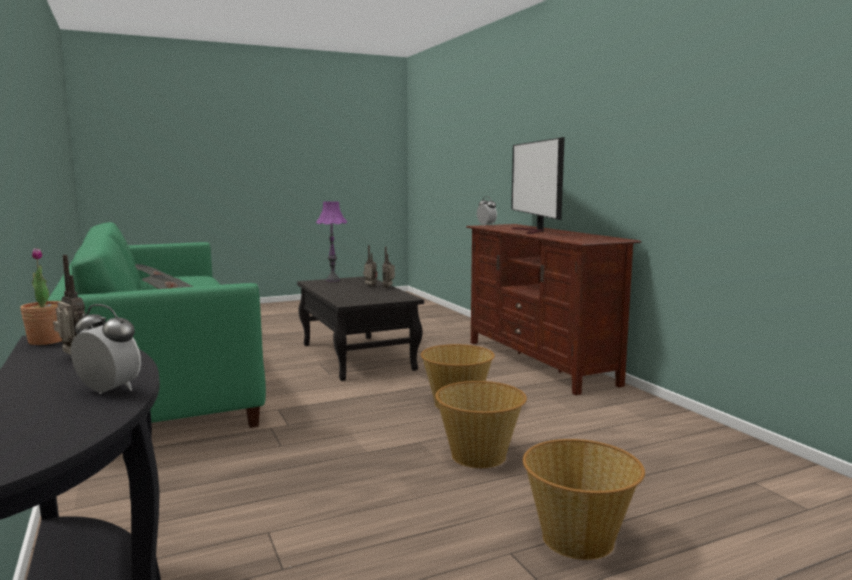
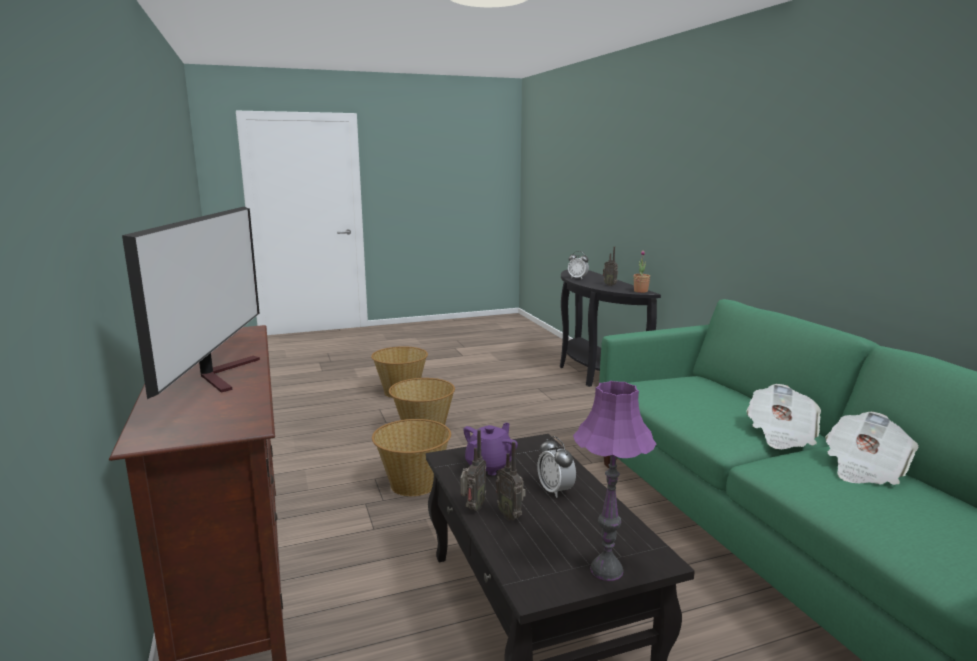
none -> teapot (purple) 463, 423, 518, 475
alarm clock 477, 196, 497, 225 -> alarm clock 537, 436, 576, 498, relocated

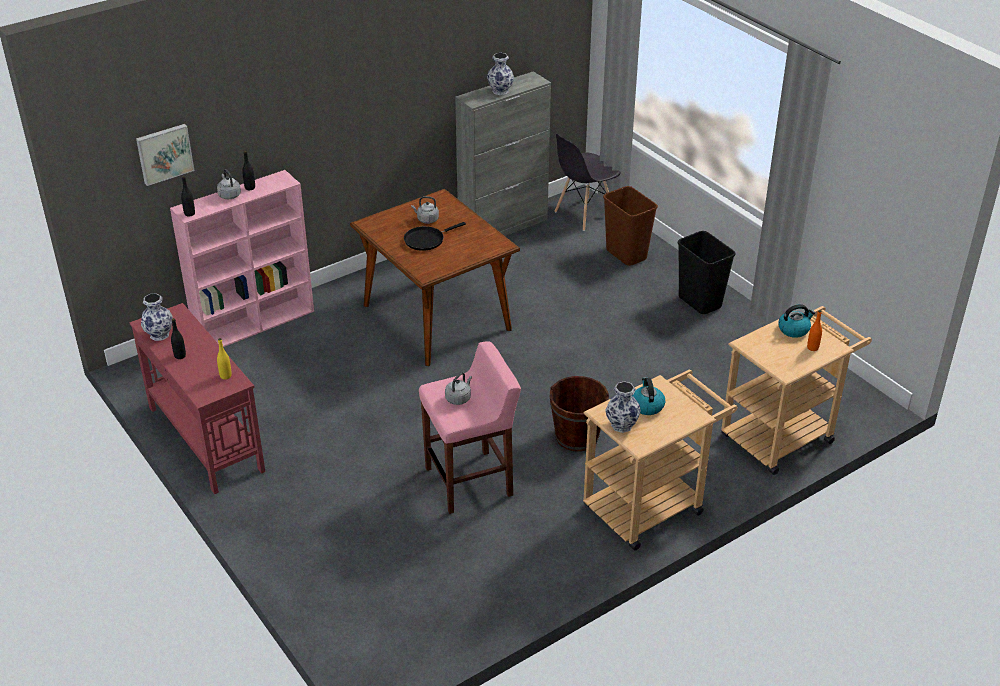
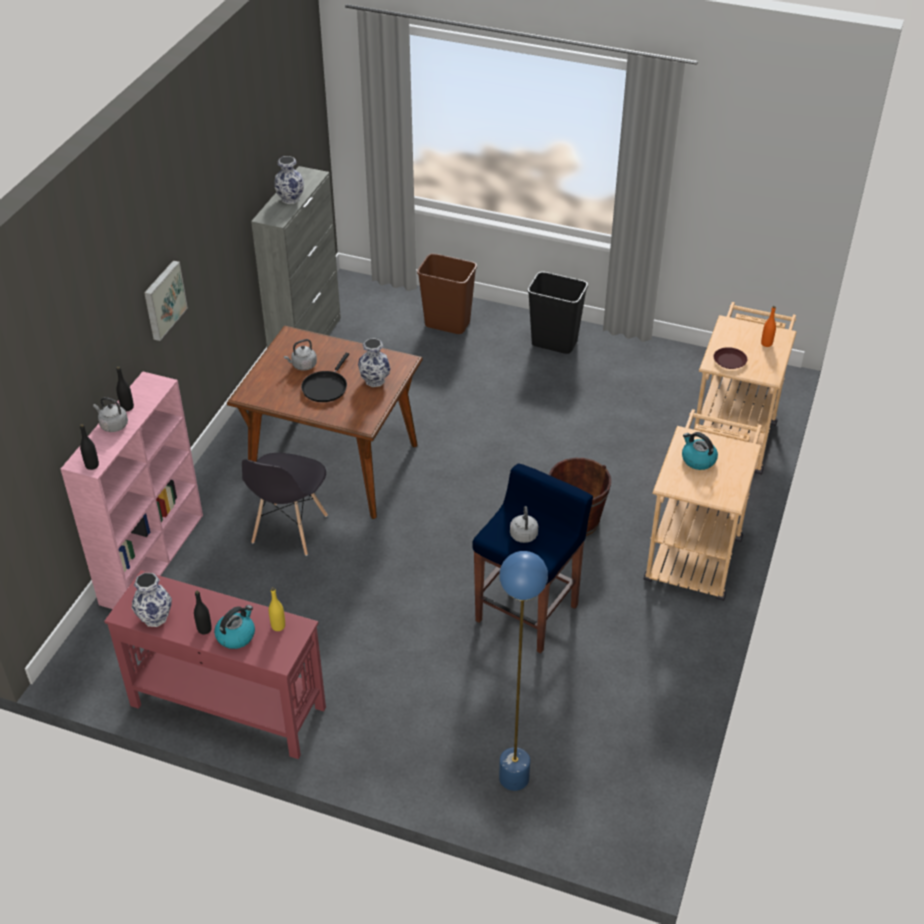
none -> floor lamp (blue) 499, 551, 548, 791
none -> plate (brown) 713, 347, 747, 369
picture 136, 124, 194, 186 -> picture 144, 260, 188, 341, relocated
chair (grey) 555, 134, 620, 231 -> chair (grey) 242, 453, 328, 556, relocated
vase 605, 381, 641, 433 -> vase 358, 338, 390, 387, relocated
kettle 778, 304, 815, 338 -> kettle 214, 605, 255, 649, relocated
stool (pink) 419, 342, 521, 514 -> stool (blue) 472, 464, 593, 653

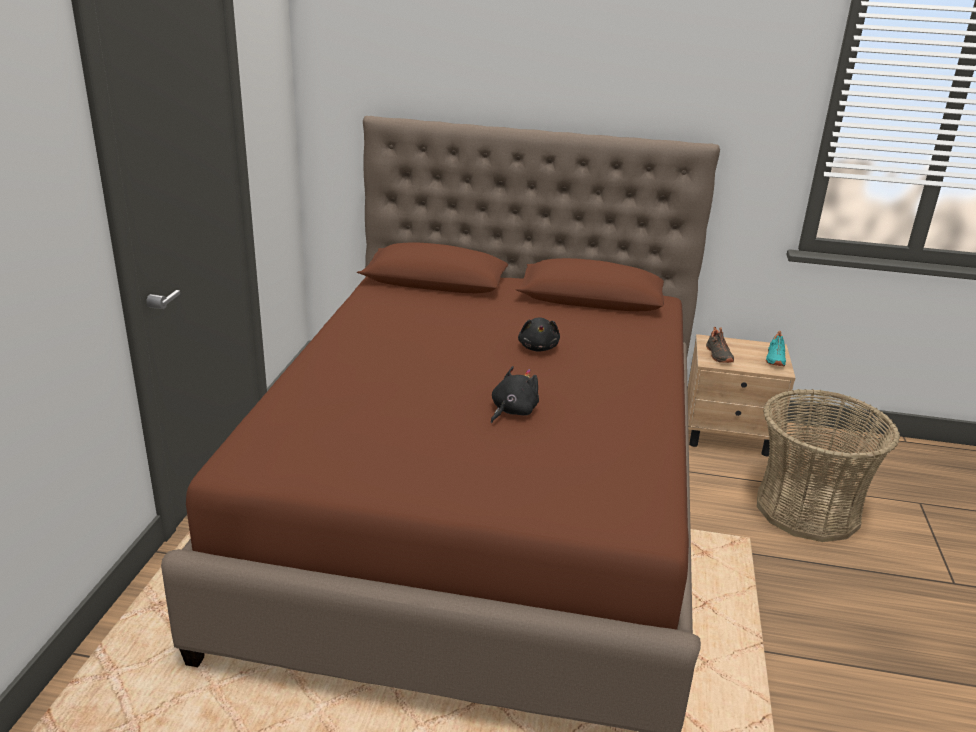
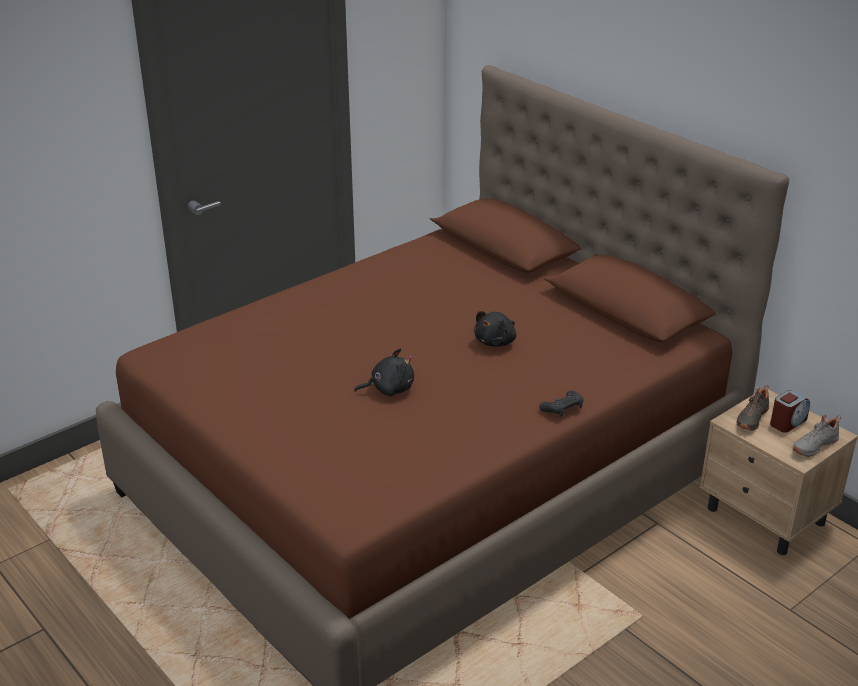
basket 757, 389, 900, 542 -> none
none -> game controller (black) 539, 390, 584, 416
none -> alarm clock 770, 390, 810, 433
shoe (turquoise) 766, 331, 786, 366 -> shoe (grey) 793, 414, 841, 457

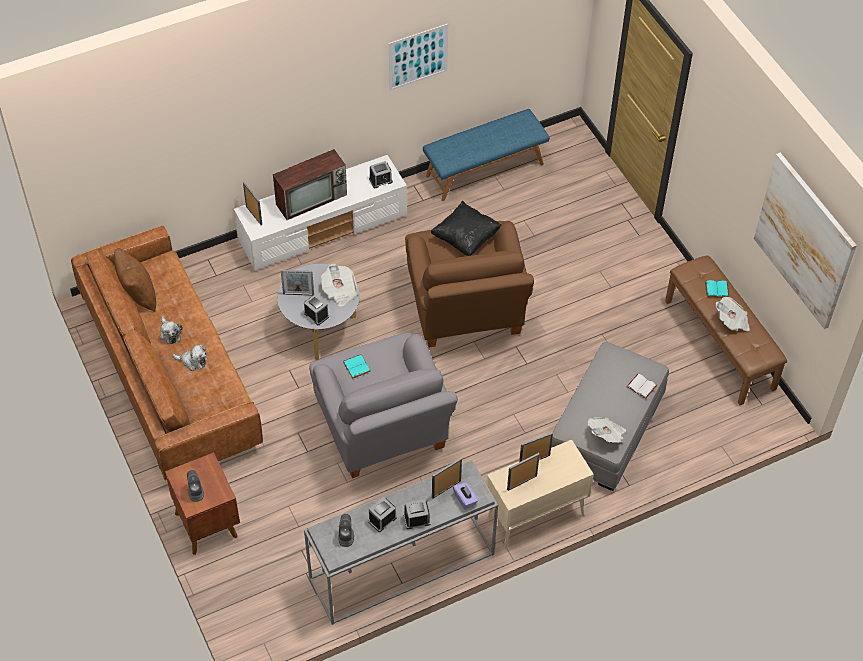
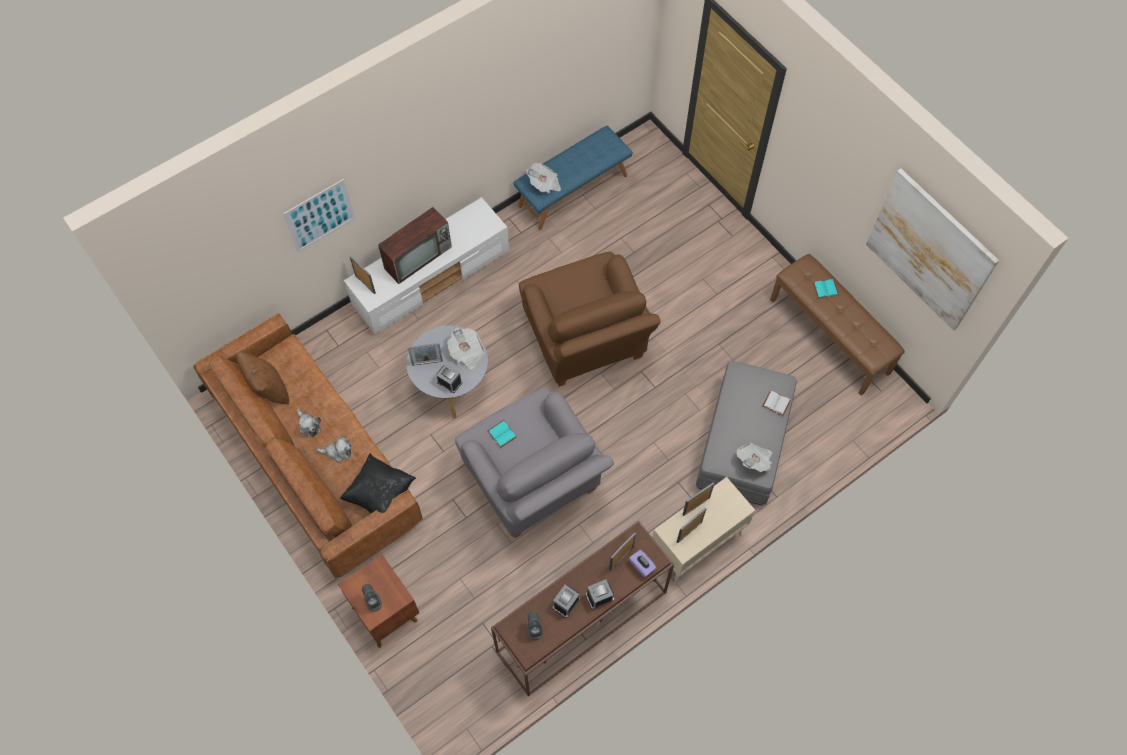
alarm clock 369, 161, 393, 188 -> none
picture 389, 24, 448, 91 -> picture 283, 179, 355, 252, relocated
pillow (black) 430, 201, 501, 256 -> pillow (black) 340, 453, 416, 513, relocated
newspaper 716, 297, 750, 331 -> newspaper 527, 163, 561, 193, relocated
console table (grey) 304, 460, 498, 625 -> console table (brown) 491, 521, 674, 696

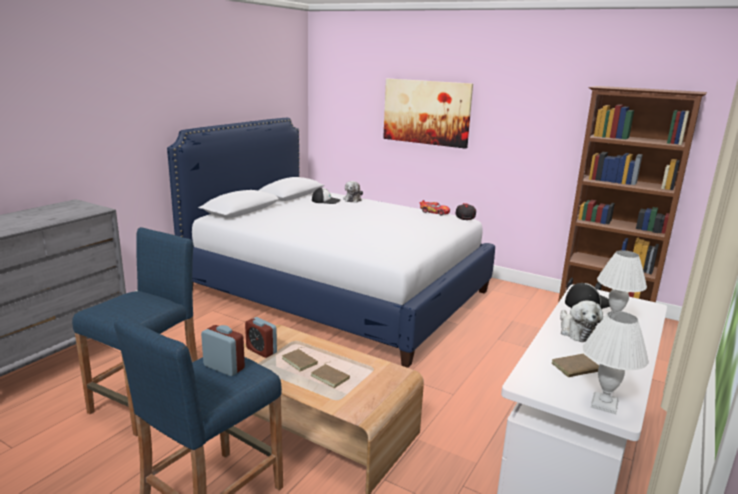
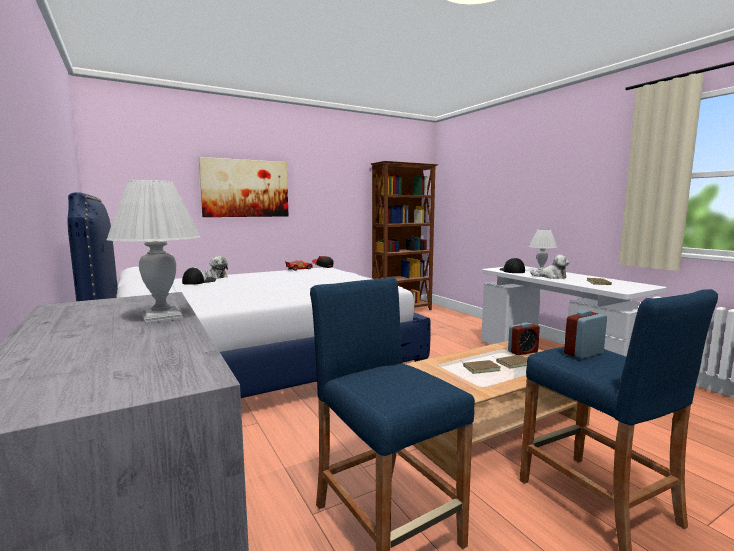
alarm clock 245, 317, 277, 358 -> alarm clock 508, 322, 540, 355, relocated
table lamp (white) 583, 311, 649, 414 -> table lamp (white) 106, 180, 200, 324, relocated

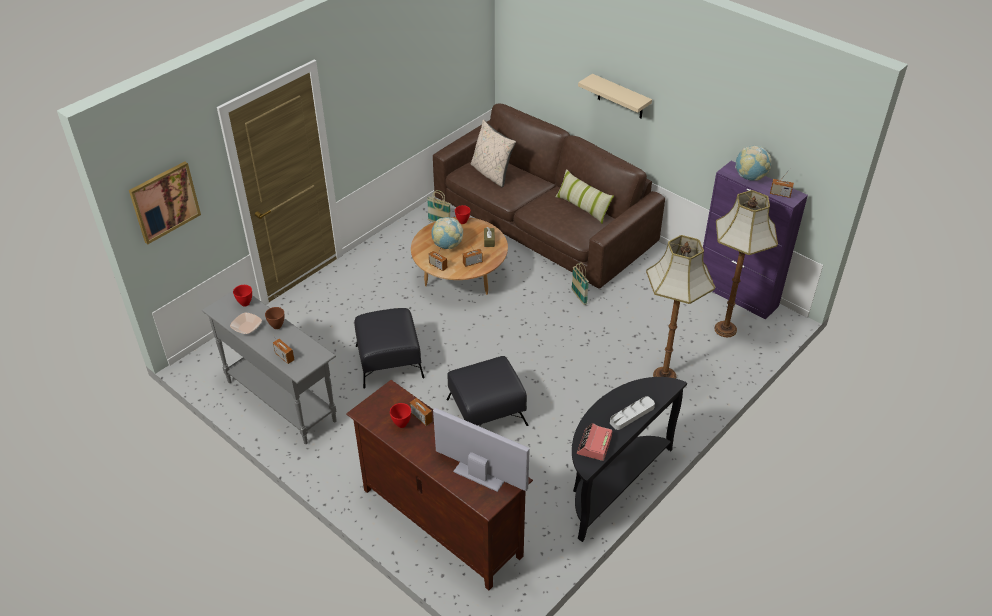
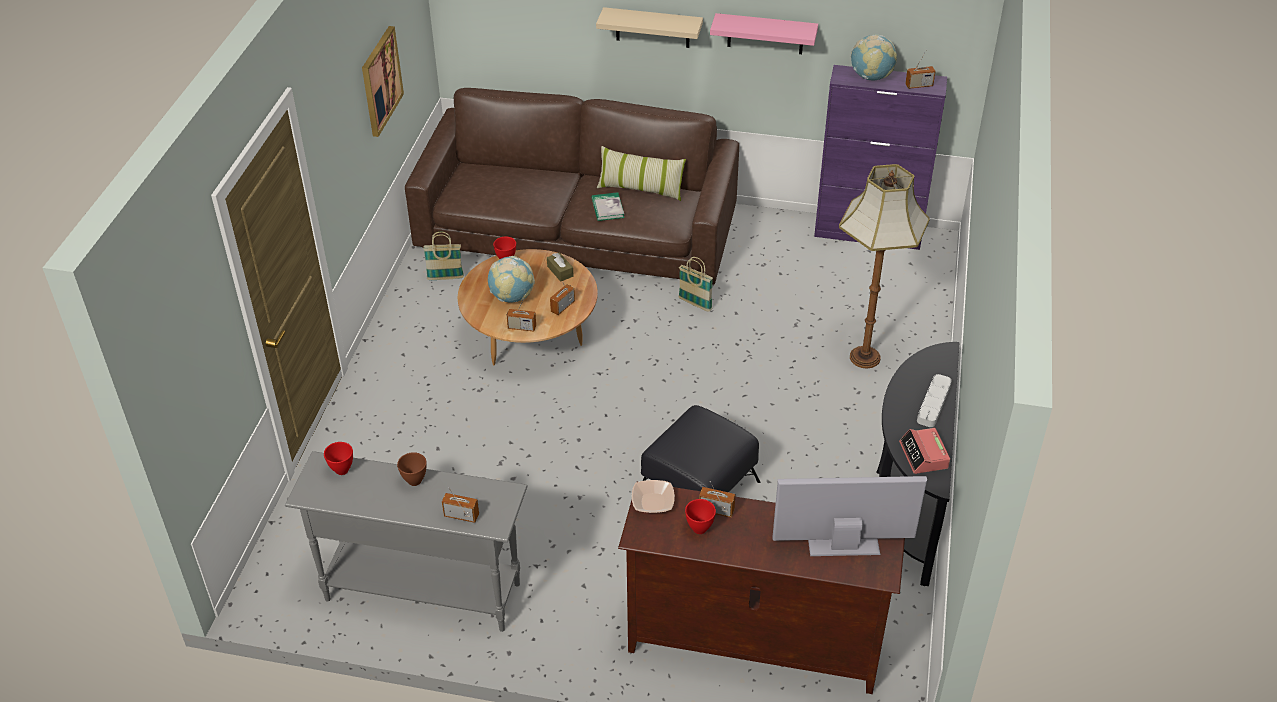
ottoman (black) 354, 308, 425, 389 -> none
pillow (beige) 471, 119, 516, 187 -> none
floor lamp 715, 190, 778, 337 -> none
none -> book 591, 192, 624, 221
none -> shelf (pink) 710, 13, 818, 54
picture 129, 161, 201, 244 -> picture 362, 26, 404, 137, relocated
bowl 230, 312, 262, 334 -> bowl 632, 480, 675, 513, relocated

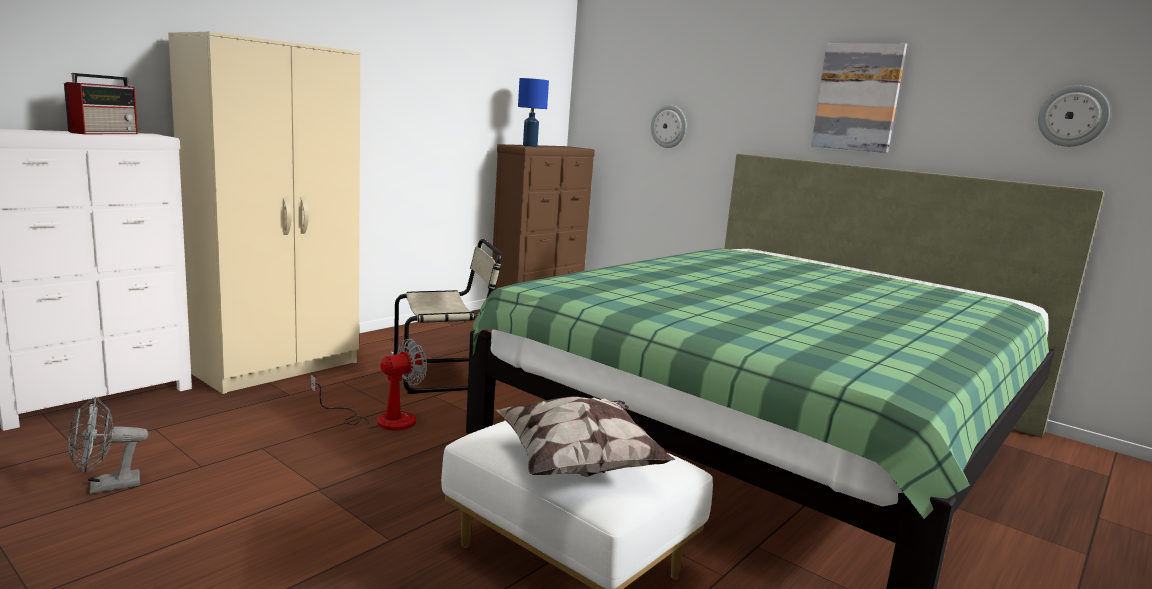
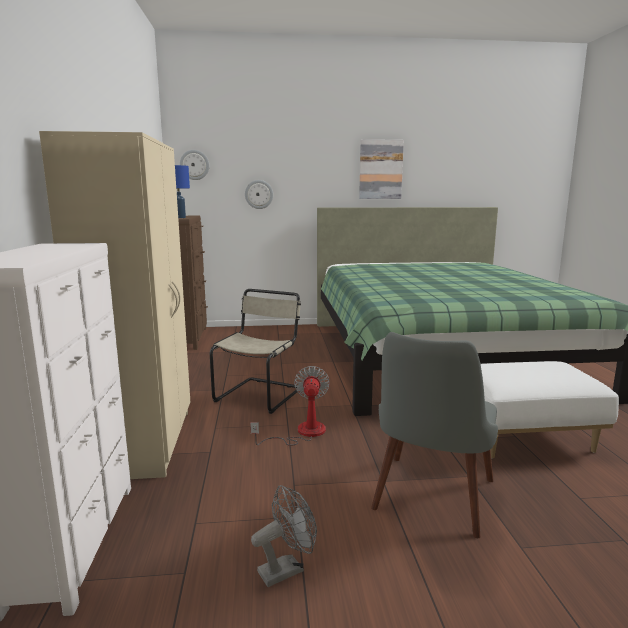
radio 64, 73, 138, 134 -> none
pillow 496, 396, 675, 477 -> none
none -> chair (grey) 371, 332, 498, 538
wall clock 1038, 85, 1110, 147 -> wall clock 180, 150, 209, 180, relocated
fan (grey) 68, 397, 148, 494 -> fan (grey) 251, 485, 317, 587, 135 degrees counterclockwise

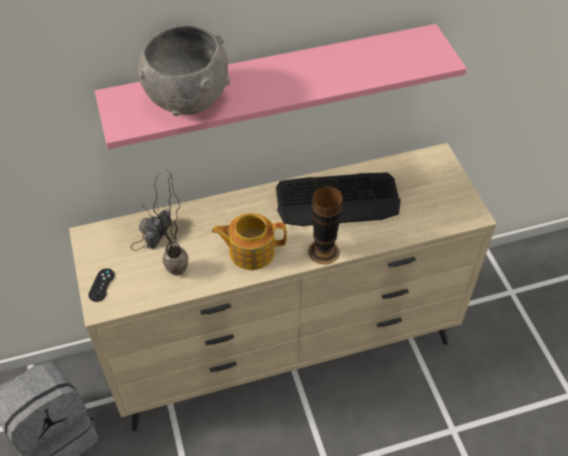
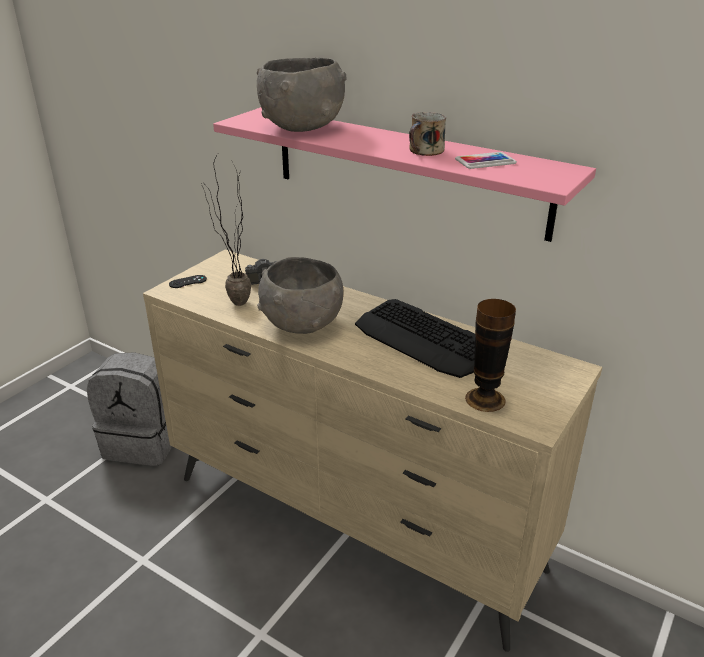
none -> mug 409, 112, 446, 156
none -> phone 455, 152, 517, 169
vase 308, 186, 343, 265 -> vase 465, 299, 516, 412, relocated
teapot 212, 213, 287, 270 -> bowl (grey) 257, 257, 344, 334

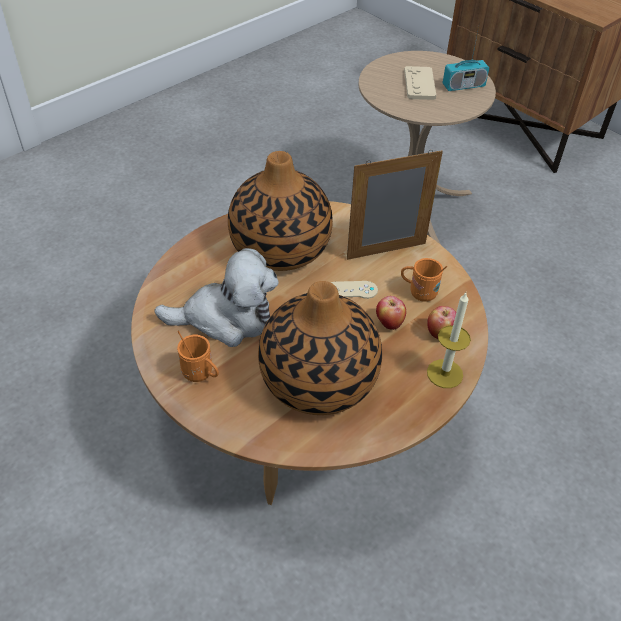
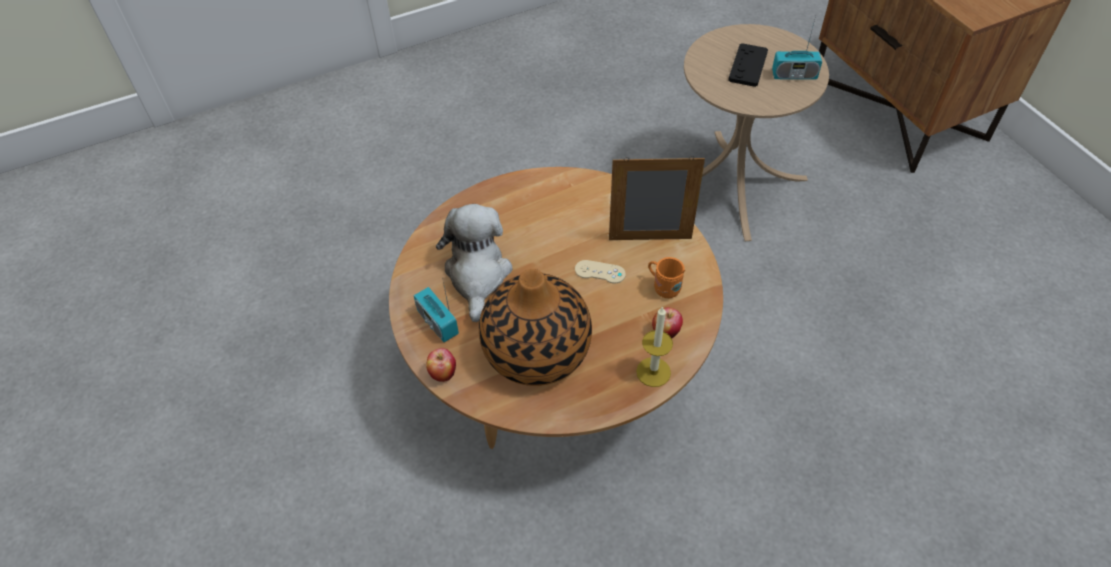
vase 228, 151, 333, 271 -> none
apple 376, 296, 406, 330 -> apple 426, 348, 456, 382, relocated
mug (orange) 177, 331, 219, 382 -> radio 414, 277, 459, 342
game controller (beige) 404, 66, 436, 100 -> game controller (black) 728, 43, 768, 87
plush toy 154, 248, 278, 347 -> plush toy 436, 204, 512, 322, 105 degrees counterclockwise

